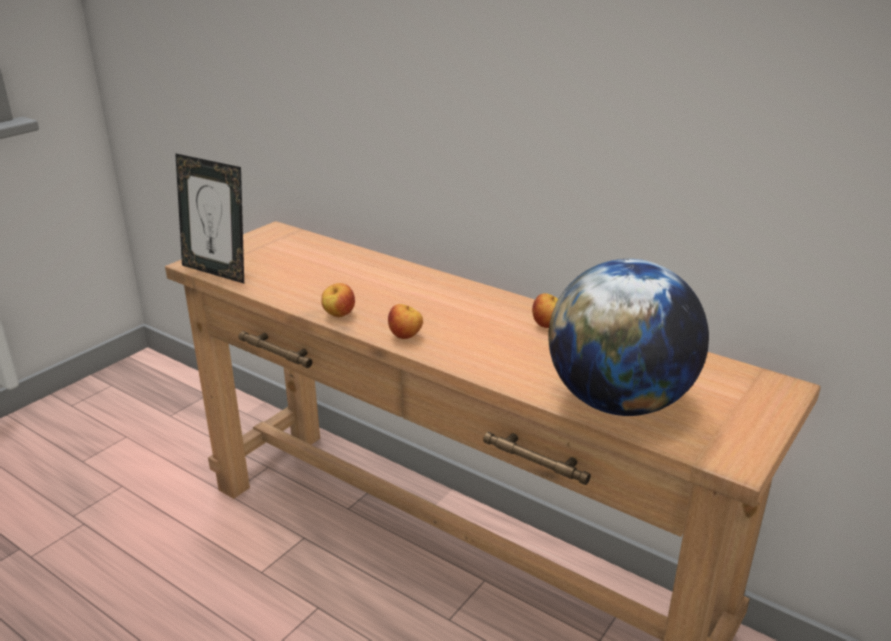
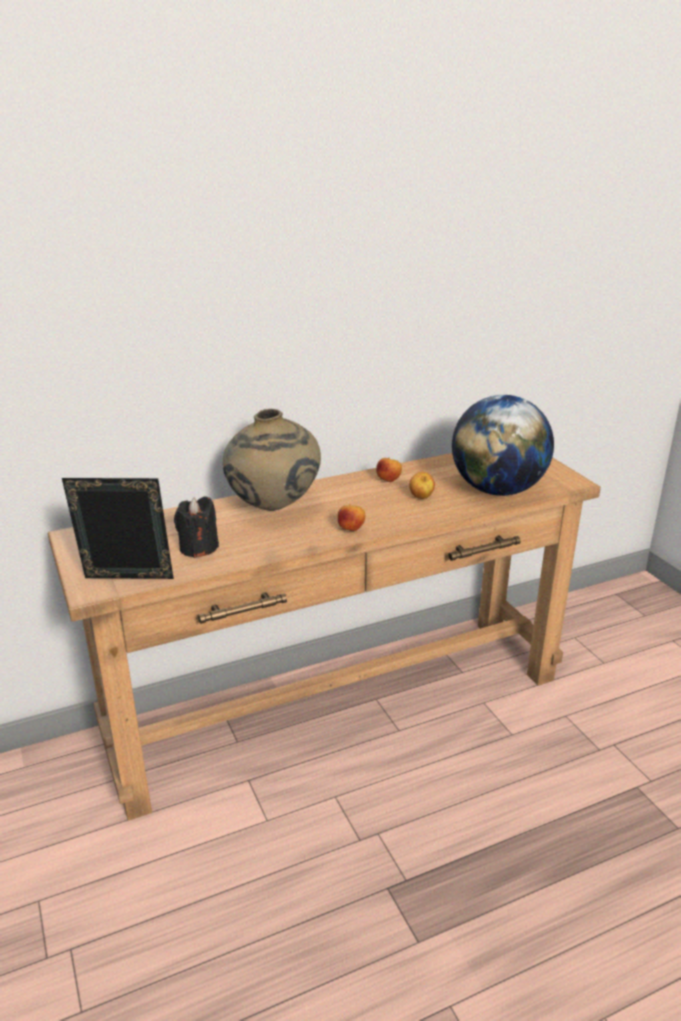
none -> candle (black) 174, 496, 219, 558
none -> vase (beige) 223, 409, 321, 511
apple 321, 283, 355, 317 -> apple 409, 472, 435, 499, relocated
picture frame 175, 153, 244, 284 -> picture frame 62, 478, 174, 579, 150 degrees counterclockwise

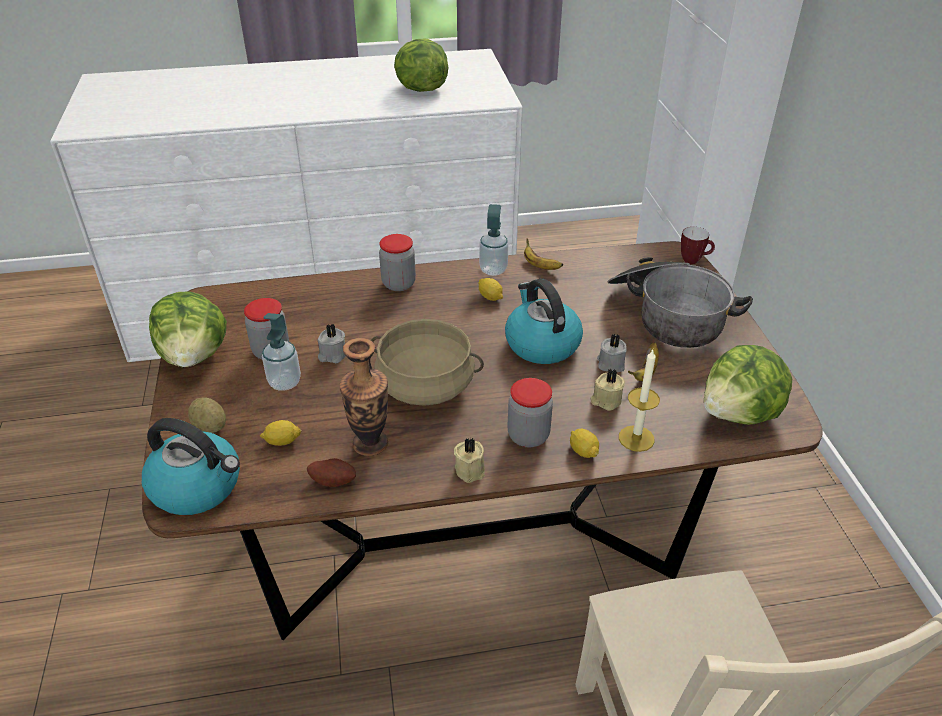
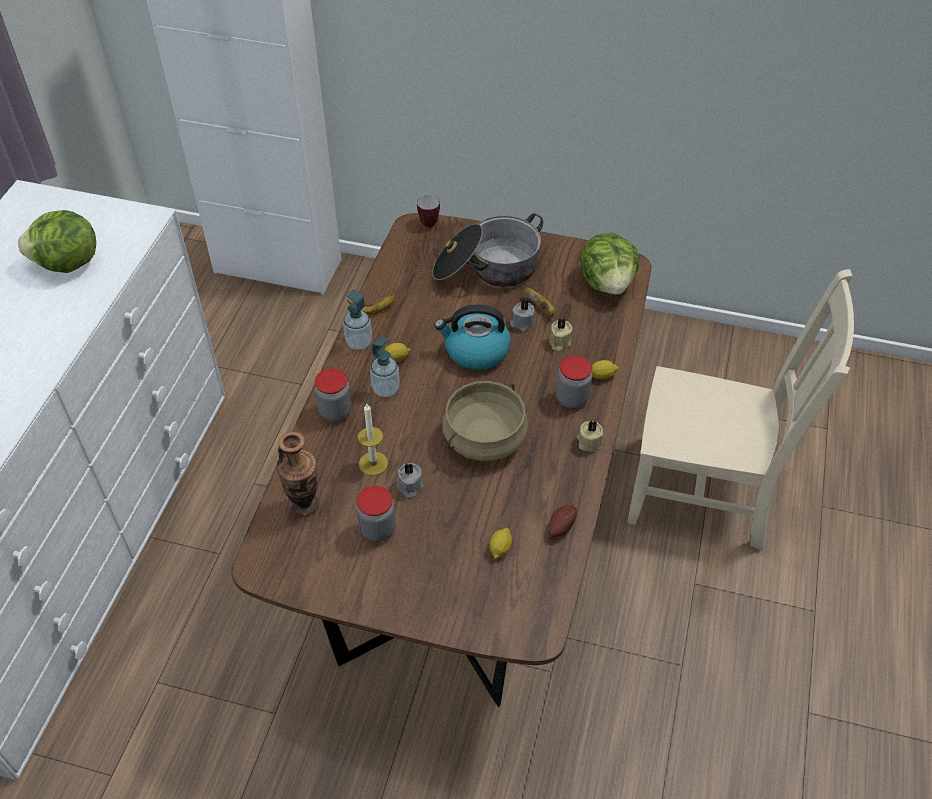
kettle 142, 418, 240, 515 -> none
lettuce 149, 292, 227, 367 -> none
potato 188, 397, 226, 433 -> none
soap dispenser 262, 313, 301, 391 -> soap dispenser 370, 337, 400, 397, relocated
vase 339, 338, 388, 456 -> vase 276, 431, 319, 517, relocated
candle 619, 350, 660, 452 -> candle 358, 404, 388, 476, relocated

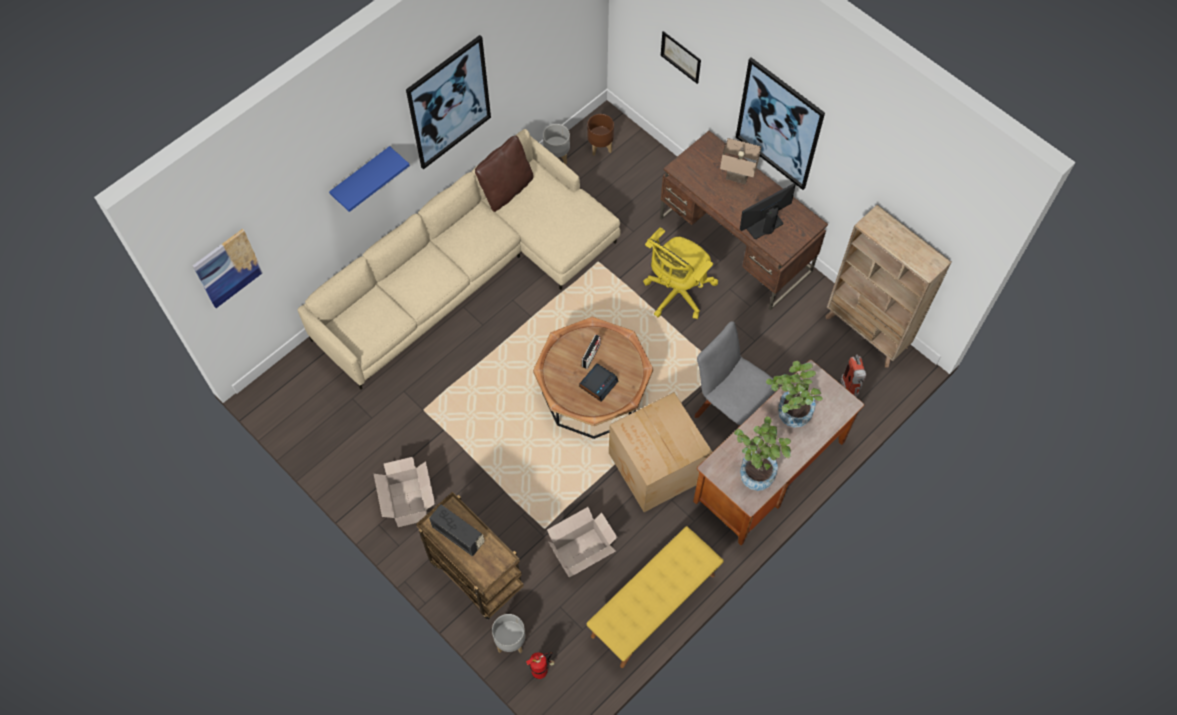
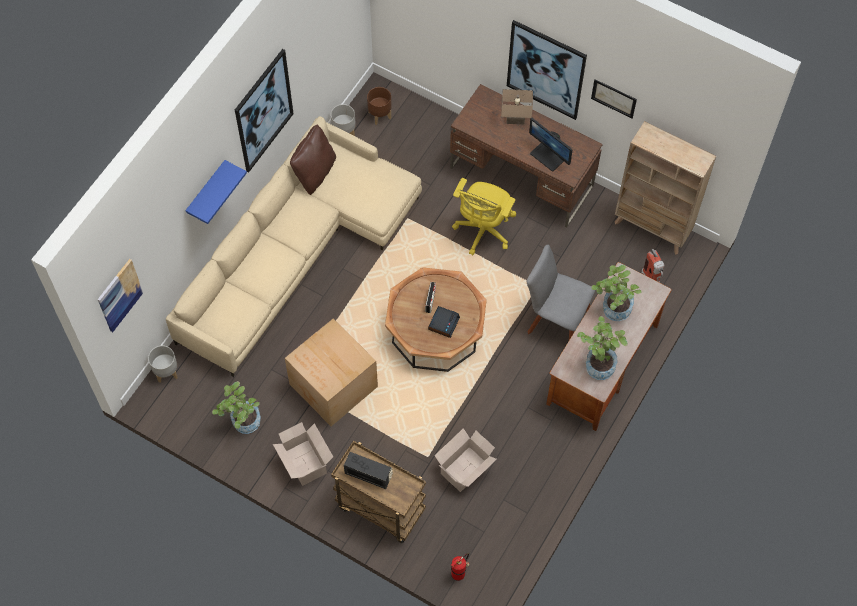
bench (yellow) 587, 526, 724, 668 -> none
none -> potted plant 212, 381, 261, 434
planter (grey) 492, 614, 526, 653 -> planter (grey) 148, 346, 178, 383, relocated
cardboard box 609, 392, 712, 512 -> cardboard box 285, 319, 378, 426, relocated
picture 661, 31, 701, 84 -> picture 591, 79, 637, 118, relocated
monitor 740, 183, 795, 239 -> monitor 529, 118, 573, 171, 90 degrees counterclockwise

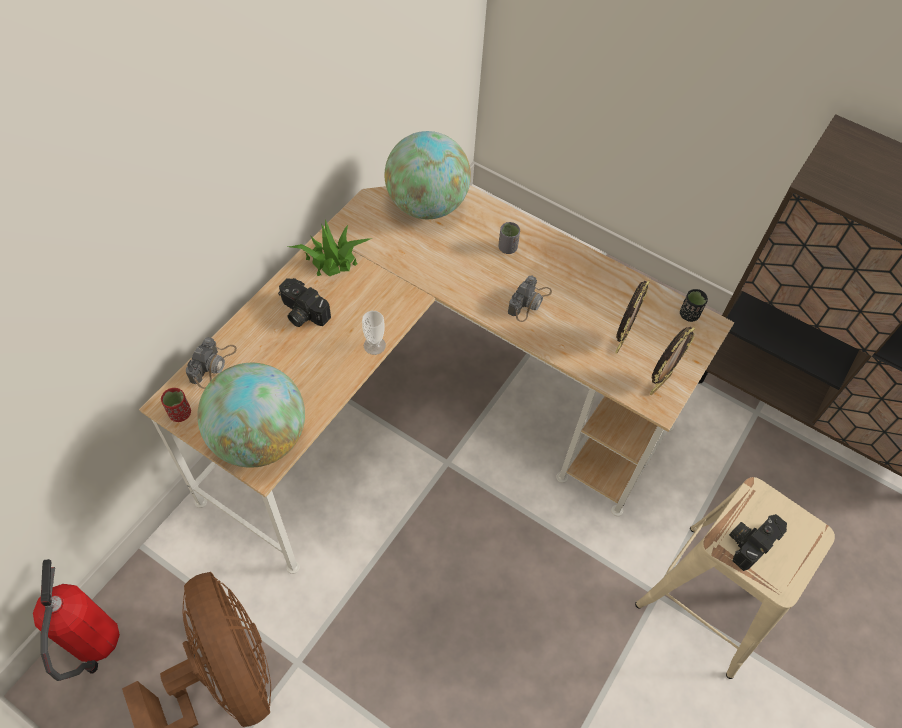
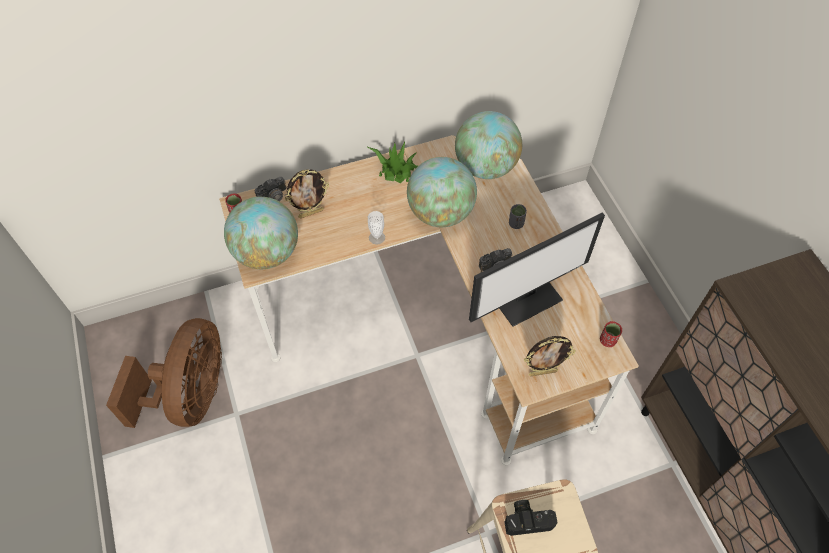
fire extinguisher 33, 559, 120, 681 -> none
photo camera 278, 278, 331, 327 -> none
none -> globe 407, 157, 477, 227
none -> monitor 469, 213, 605, 327
picture frame 615, 280, 650, 353 -> picture frame 285, 169, 329, 218, relocated
cup (black) 680, 289, 708, 322 -> cup (red) 600, 321, 622, 347

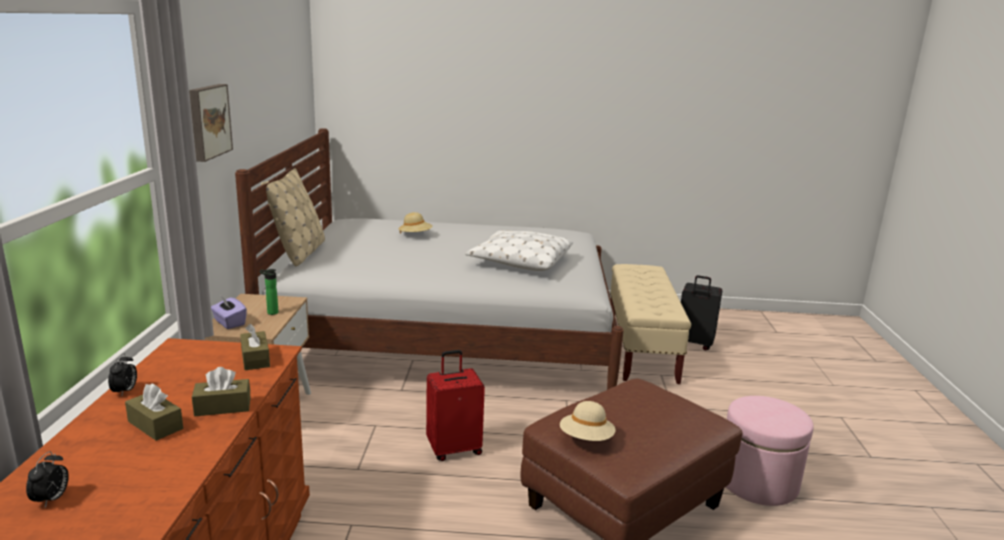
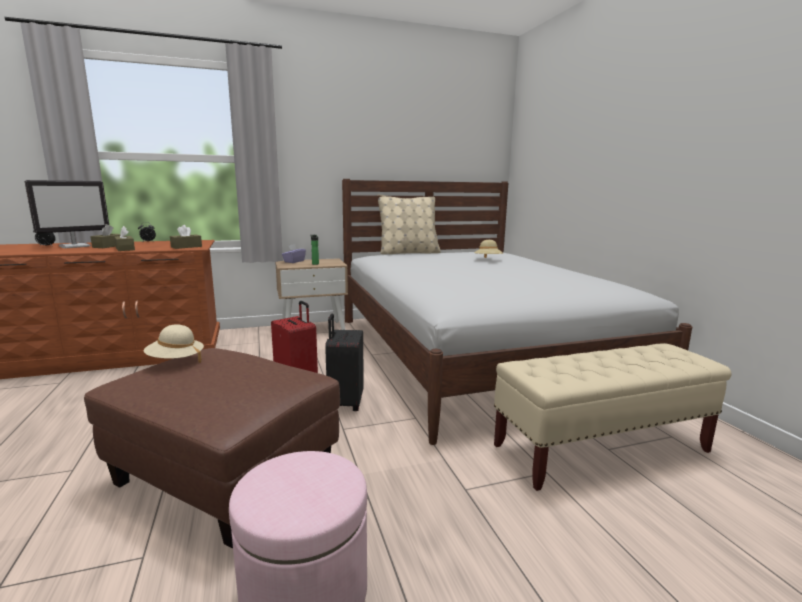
picture 189, 84, 233, 162 -> none
pillow (white) 465, 231, 573, 271 -> none
none -> monitor 25, 180, 109, 248
suitcase (black) 681, 275, 722, 350 -> suitcase (black) 325, 313, 364, 411, relocated

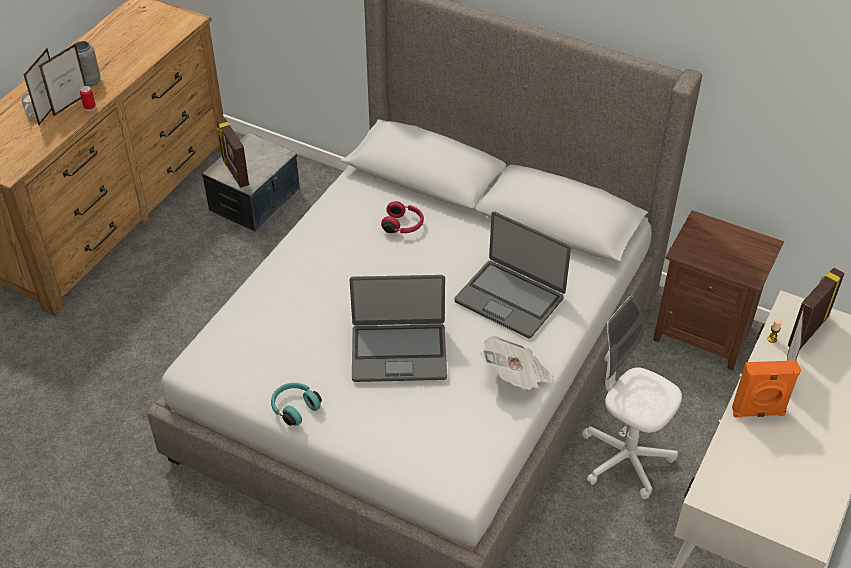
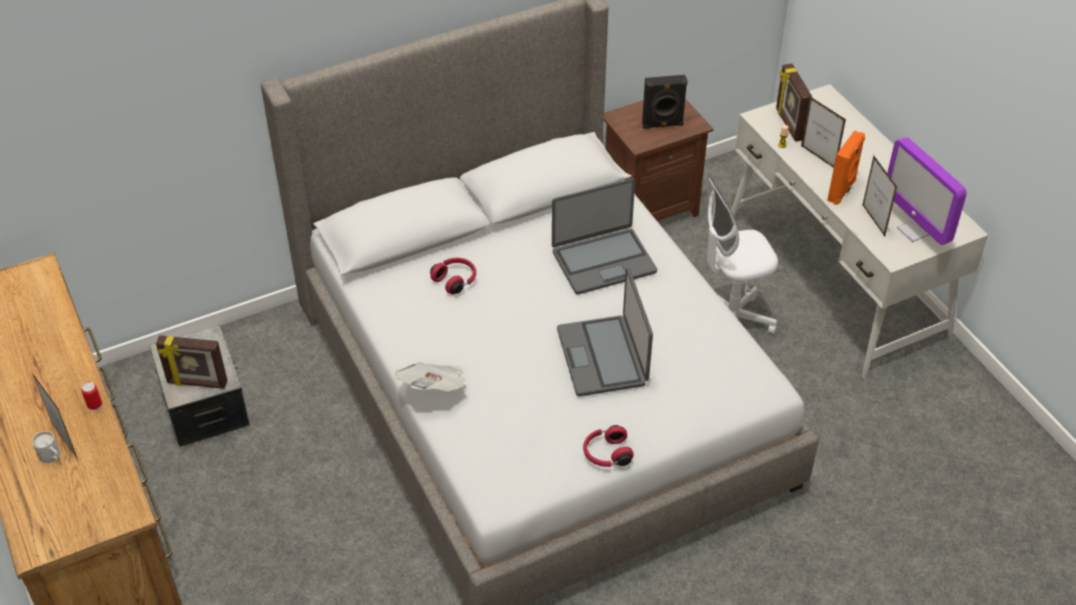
vase (grey) 76, 41, 101, 87 -> none
none -> speaker (black) 642, 75, 688, 129
none -> monitor 887, 137, 967, 245
picture frame 39, 43, 86, 117 -> picture frame 863, 156, 897, 236, relocated
newspaper 480, 336, 554, 391 -> newspaper 395, 362, 466, 391, relocated
headphones (turquoise) 271, 383, 322, 426 -> headphones (red) 583, 425, 634, 467
laptop 350, 275, 447, 382 -> laptop 557, 267, 653, 396, 135 degrees clockwise

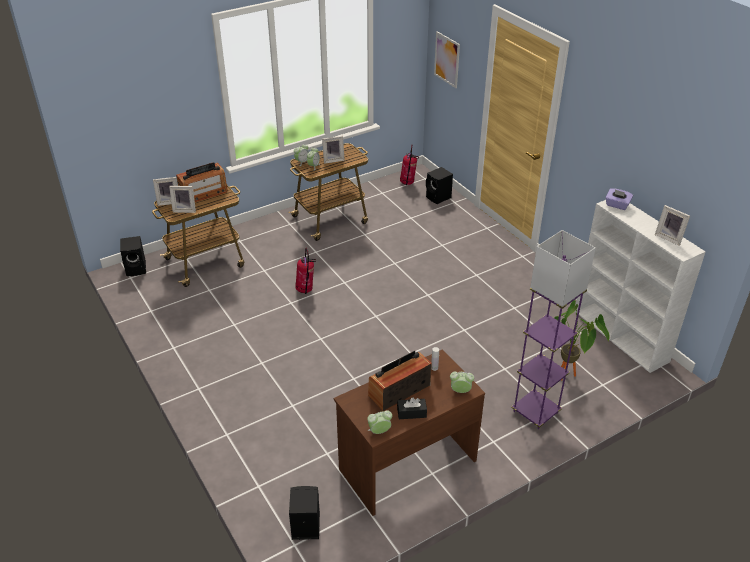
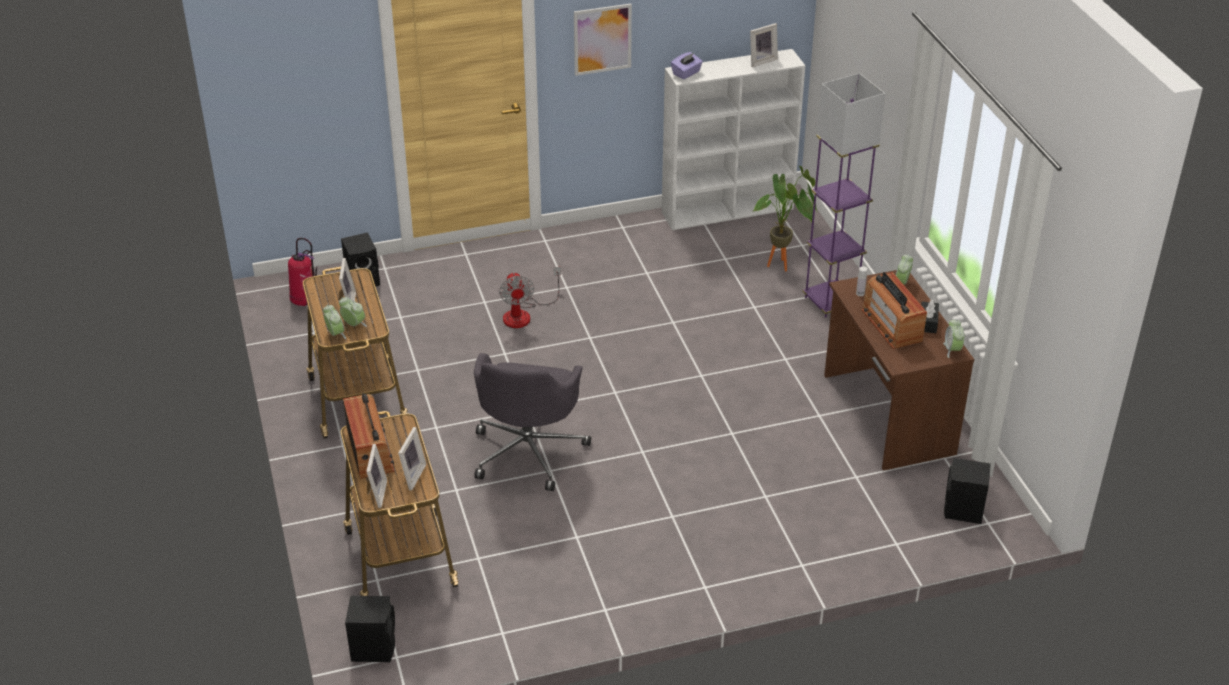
none -> fan 499, 267, 561, 328
picture 434, 31, 460, 88 -> picture 574, 4, 632, 76, relocated
fire extinguisher 295, 248, 316, 294 -> office chair (grey) 474, 353, 591, 491

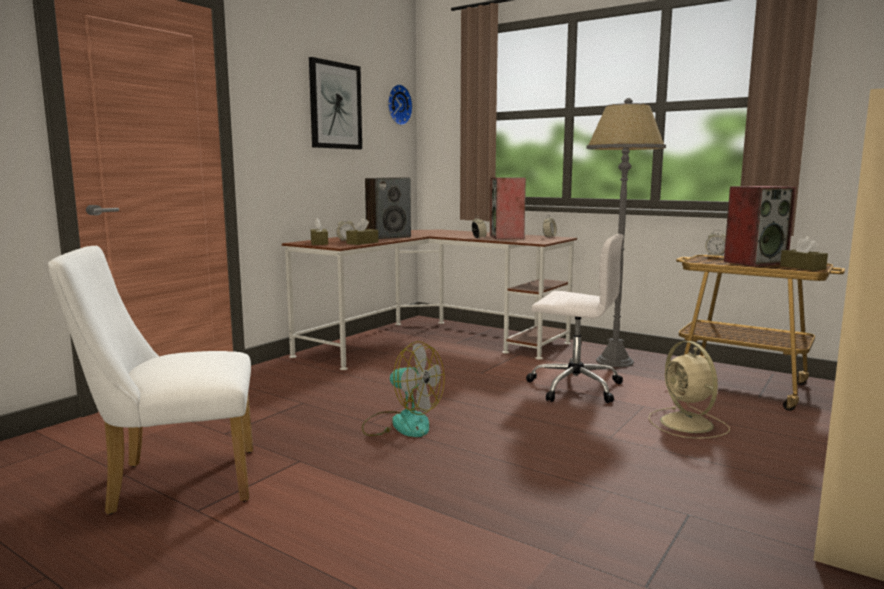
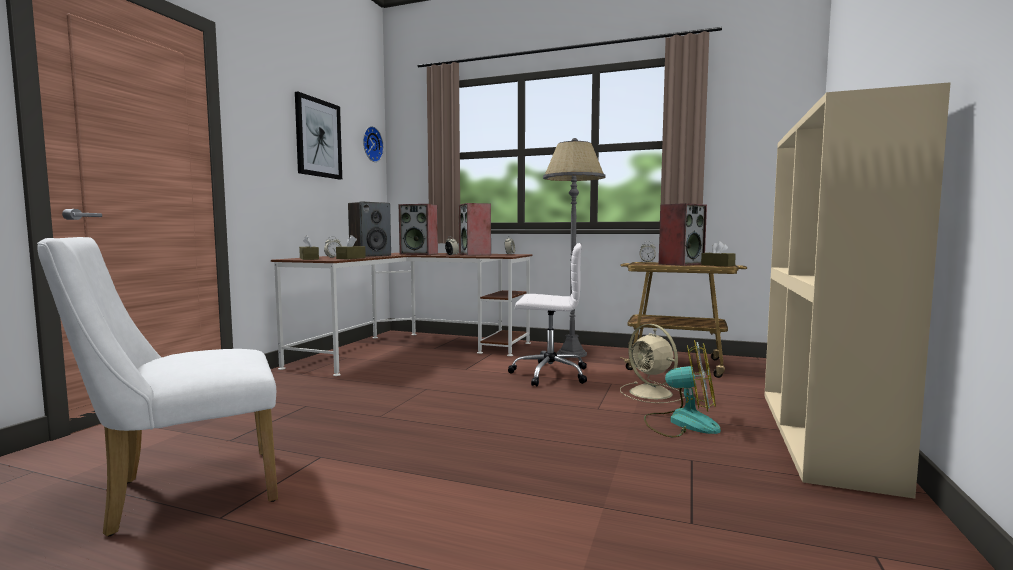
none -> speaker 399, 204, 438, 255
fan 362, 341, 444, 437 -> fan 644, 340, 721, 437, relocated

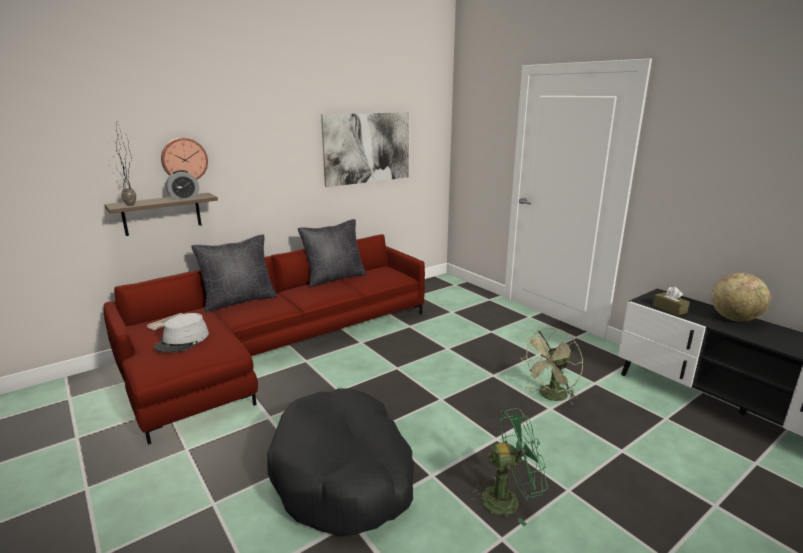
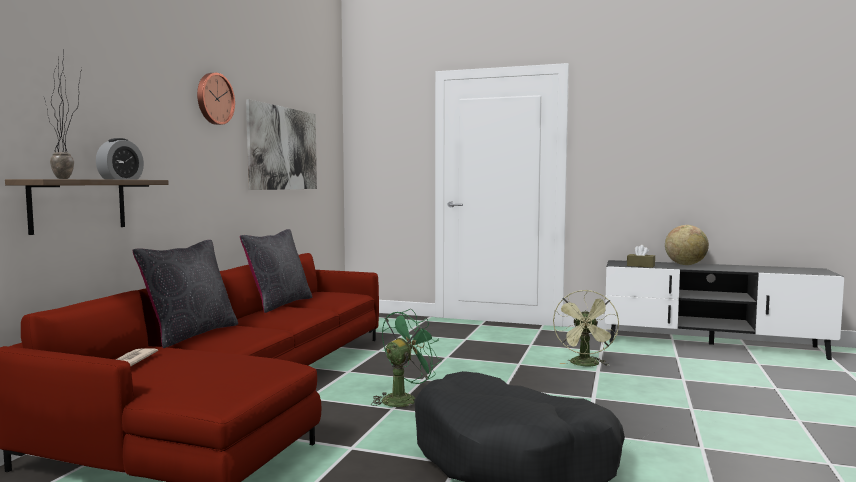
hat (grey) 154, 313, 209, 352 -> none
wall clock 161, 138, 208, 180 -> wall clock 197, 73, 235, 125, relocated
fan (green) 468, 408, 548, 526 -> fan (green) 371, 309, 442, 407, relocated

